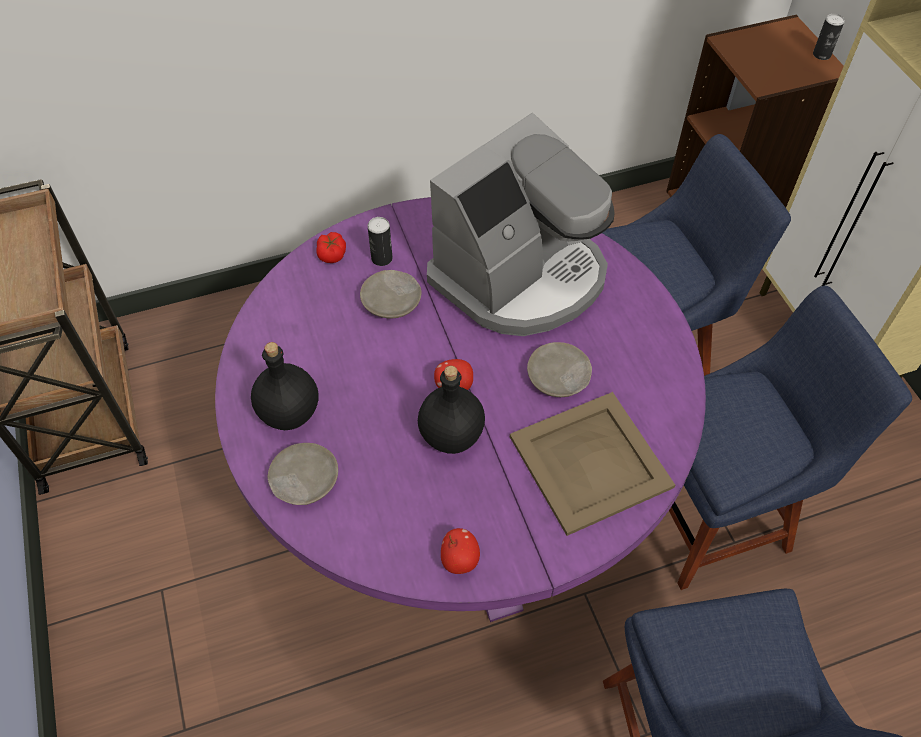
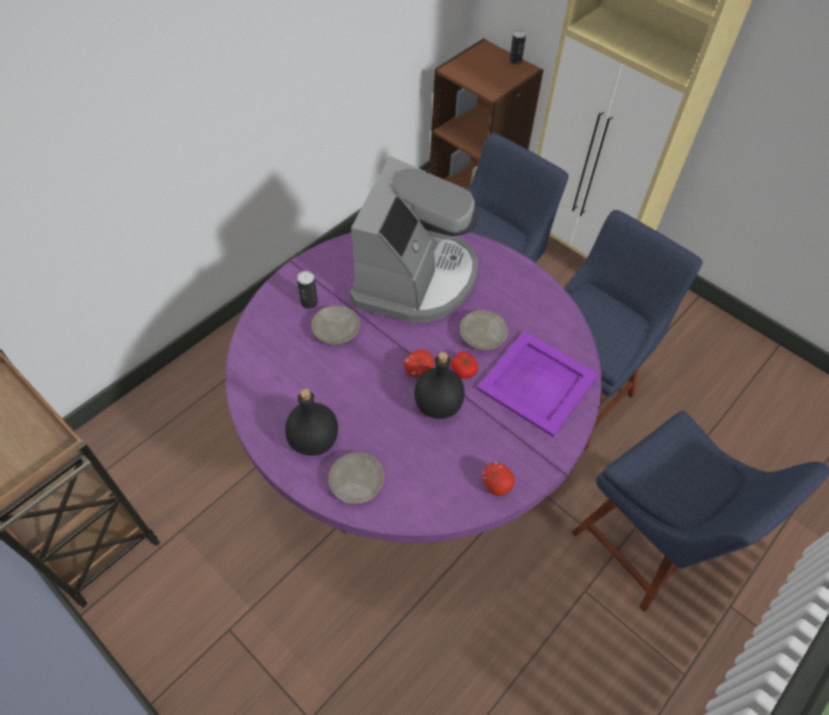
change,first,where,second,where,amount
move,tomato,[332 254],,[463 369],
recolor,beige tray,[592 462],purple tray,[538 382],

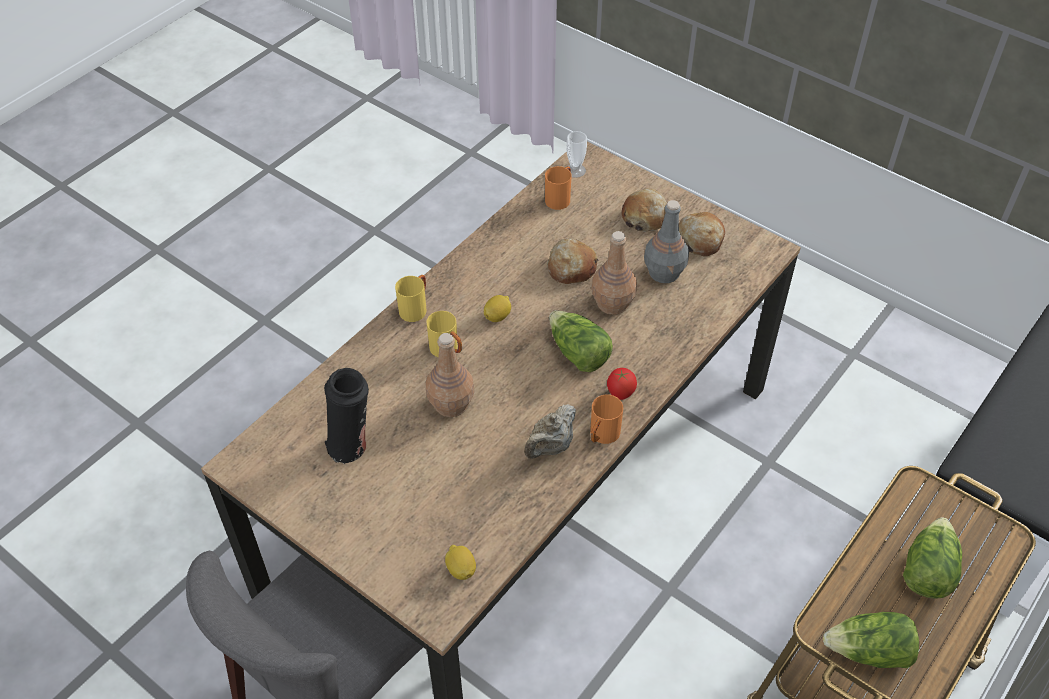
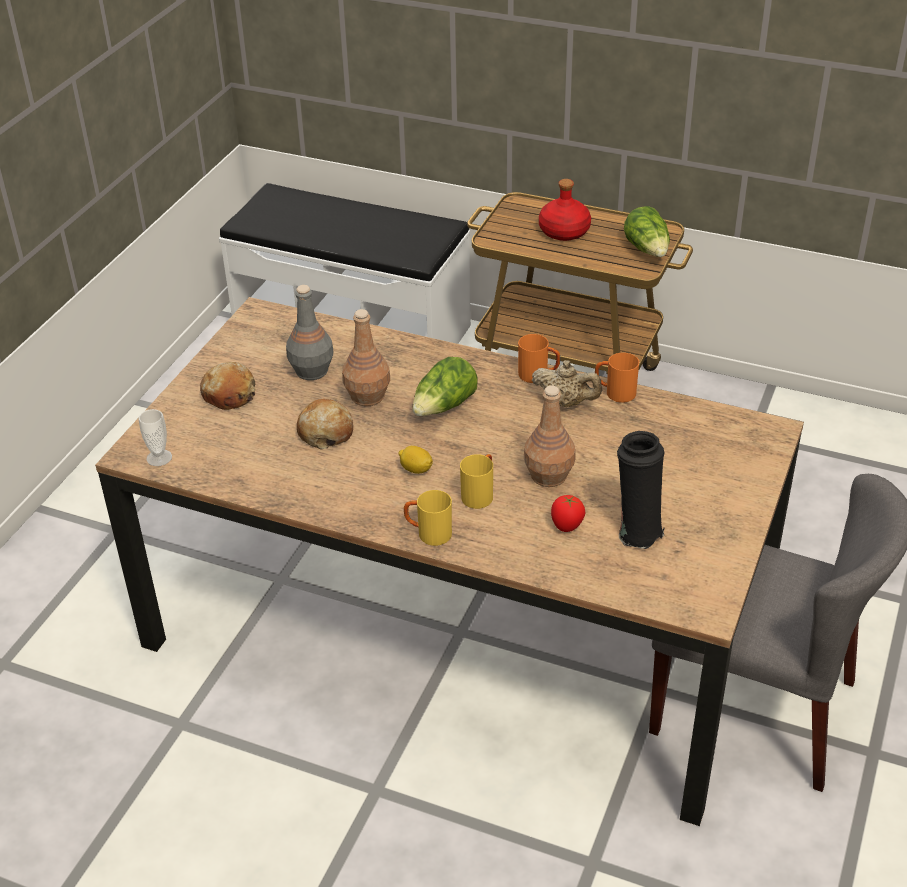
change,first,where,second,where,amount
delete,lemon,[461 569],,,
delete,bread,[700 240],,,
move,orange mug,[560 198],,[614 393],
move,tomato,[620 394],,[566 527],
replace,lettuce,[927 570],red bottle,[564 232],

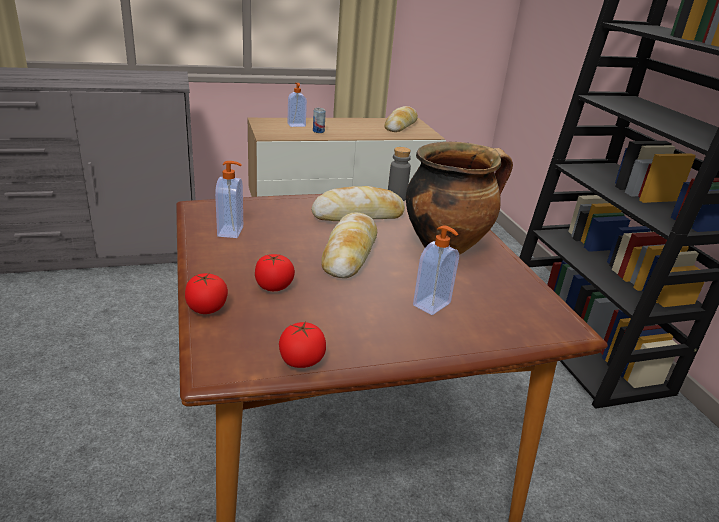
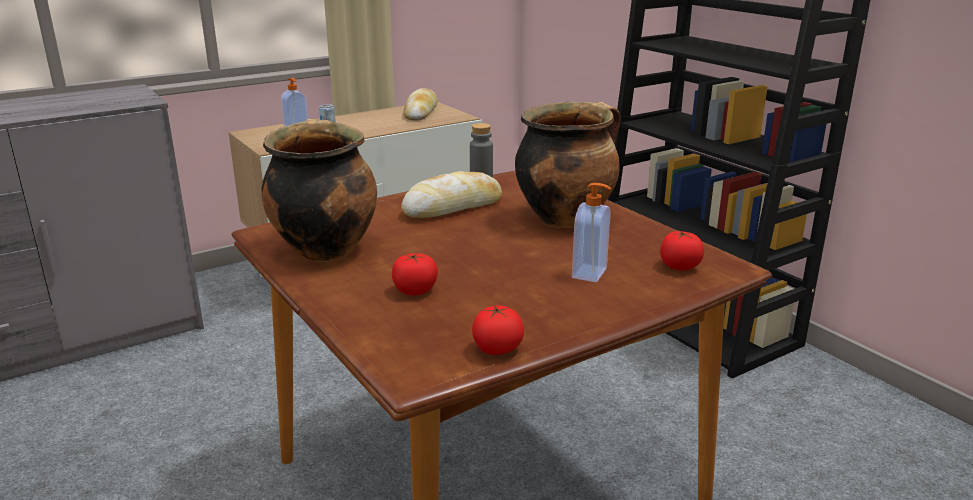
change,first,where,second,where,amount
delete,bread,[349 253],,,
move,tomato,[207 308],,[679 266],
replace,soap dispenser,[231 231],cooking pot,[324 249],

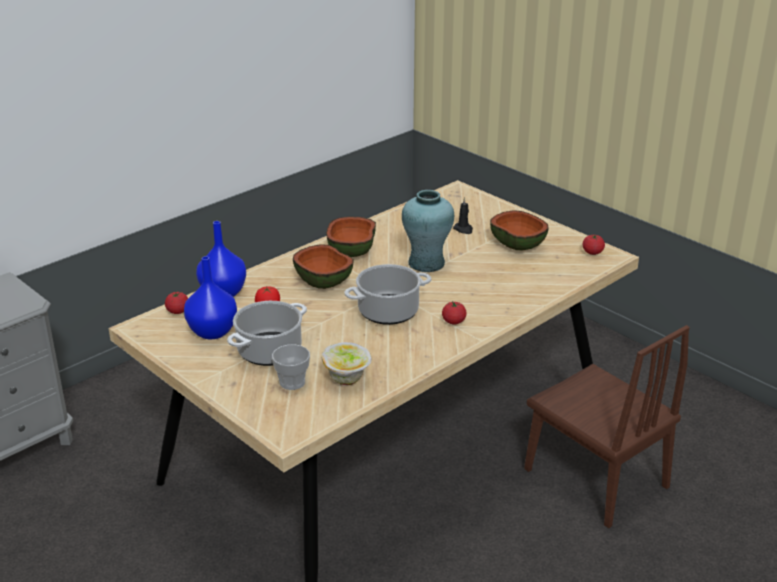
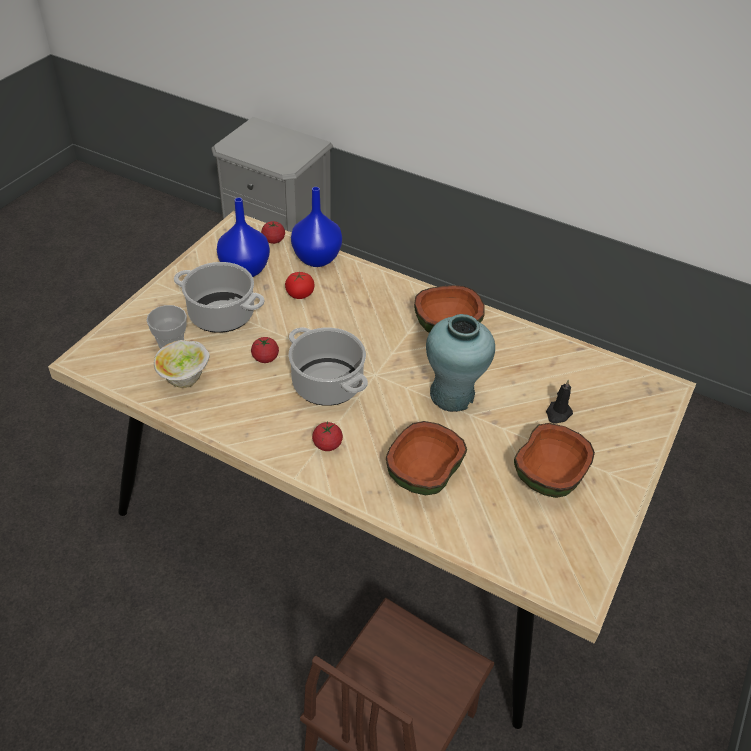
change,first,where,second,where,amount
move,bowl,[324 281],,[423 475],
move,tomato,[592 252],,[265 358],

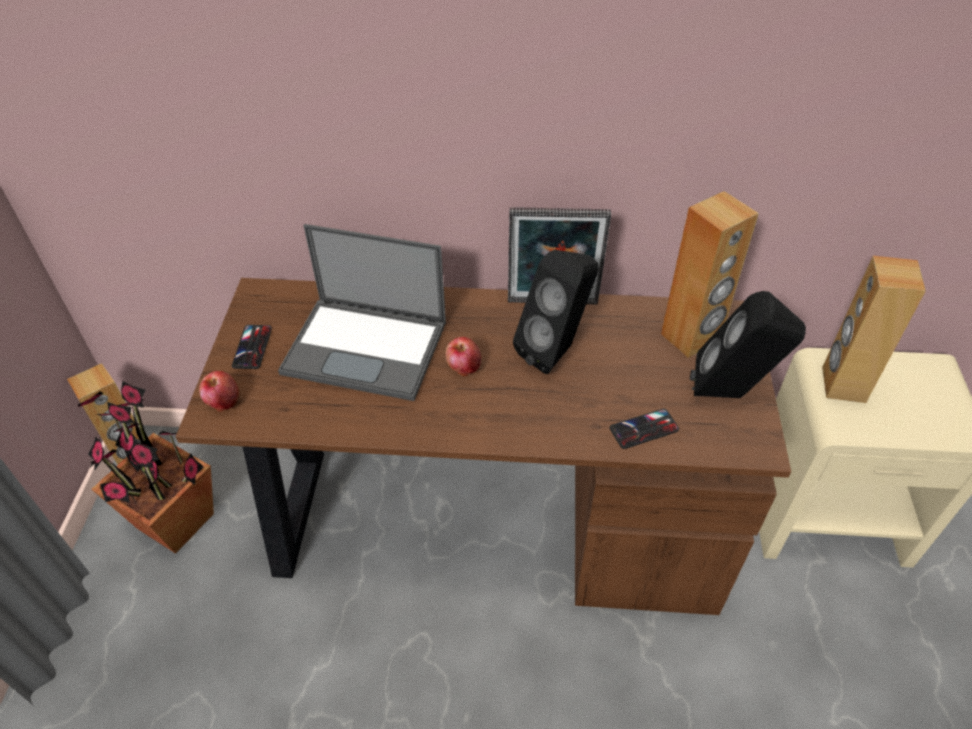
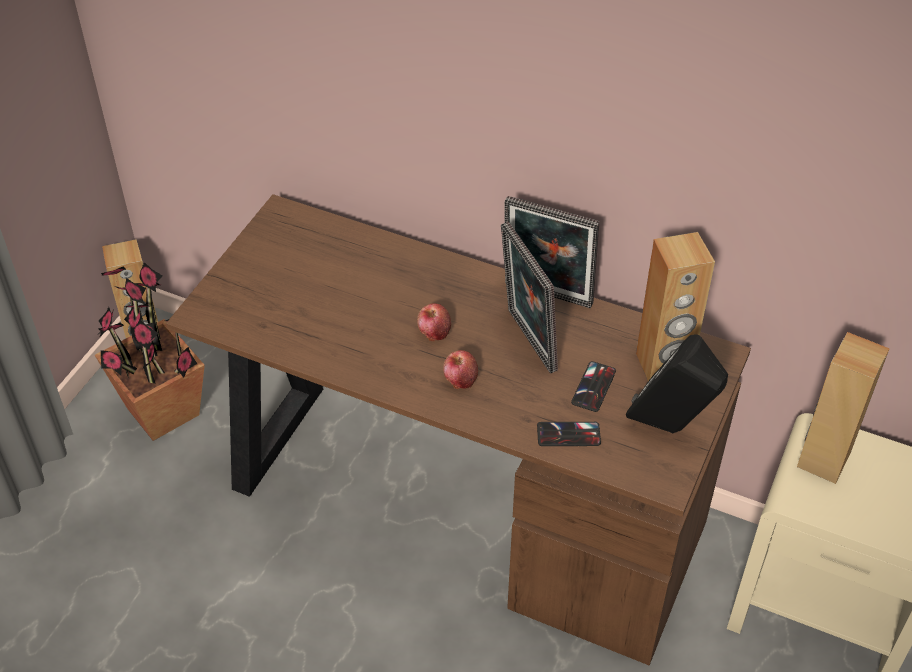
change,first,where,second,where,amount
delete,laptop,[367 347],,,
move,apple,[223 401],,[460 379],
move,phone,[252 347],,[593 387],
replace,black speaker,[556 351],picture frame,[526 342],

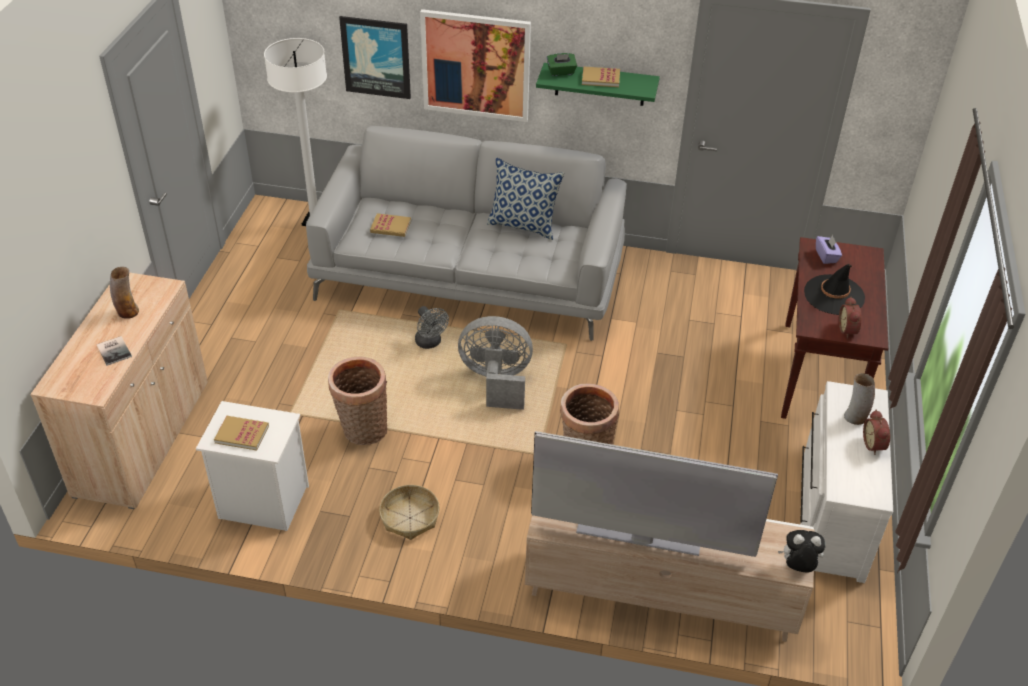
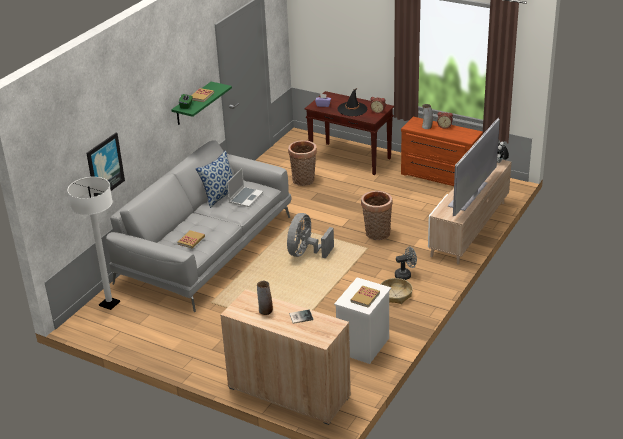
change,first,where,second,where,amount
delete,picture,[476 65],,,
insert,,,laptop,[245 197],
move,basket,[362 431],,[303 181],
move,grey fan,[430 343],,[405 275],
recolor,white dresser,[829 515],brown dresser,[439 177],

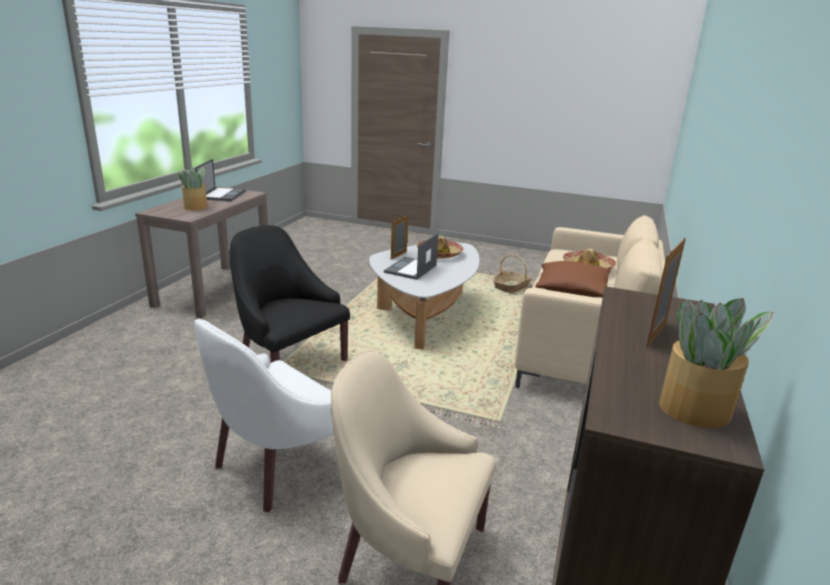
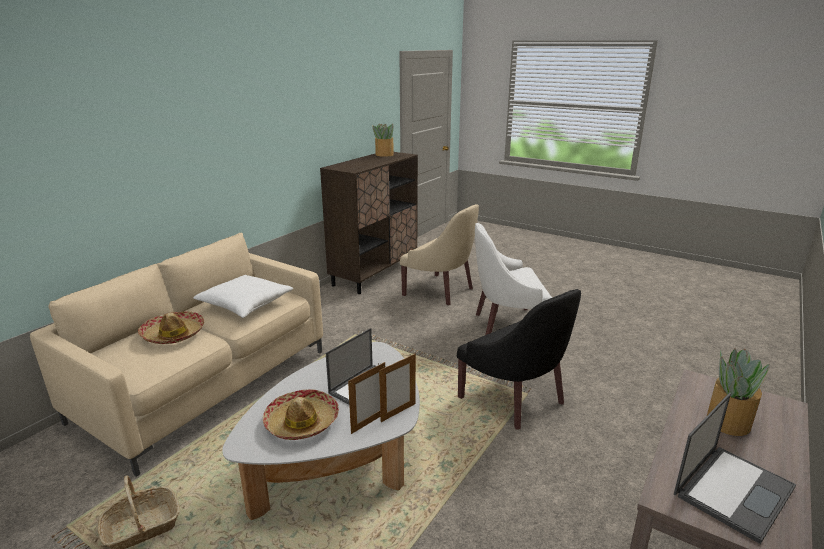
change,first,where,second,where,amount
move,picture frame,[656 335],,[398 412],
recolor,brown pillow,[572 291],white pillow,[245 305],
rotate,white armchair,[277 466],,[506 325],150 degrees counterclockwise
rotate,laptop,[222 195],,[734 490],150 degrees counterclockwise

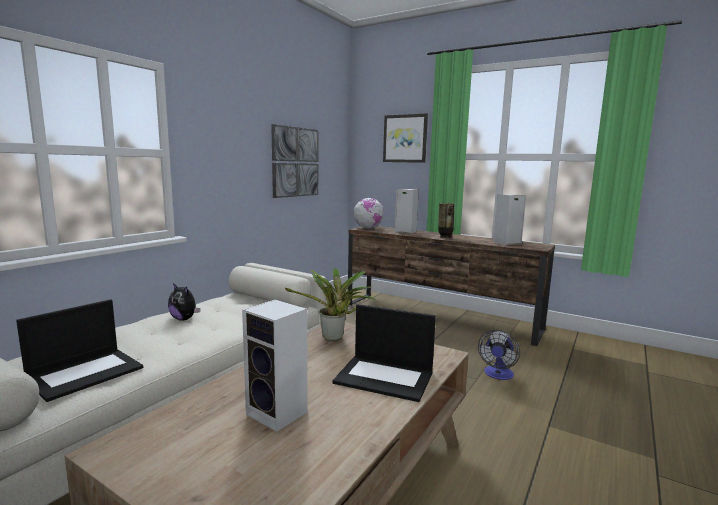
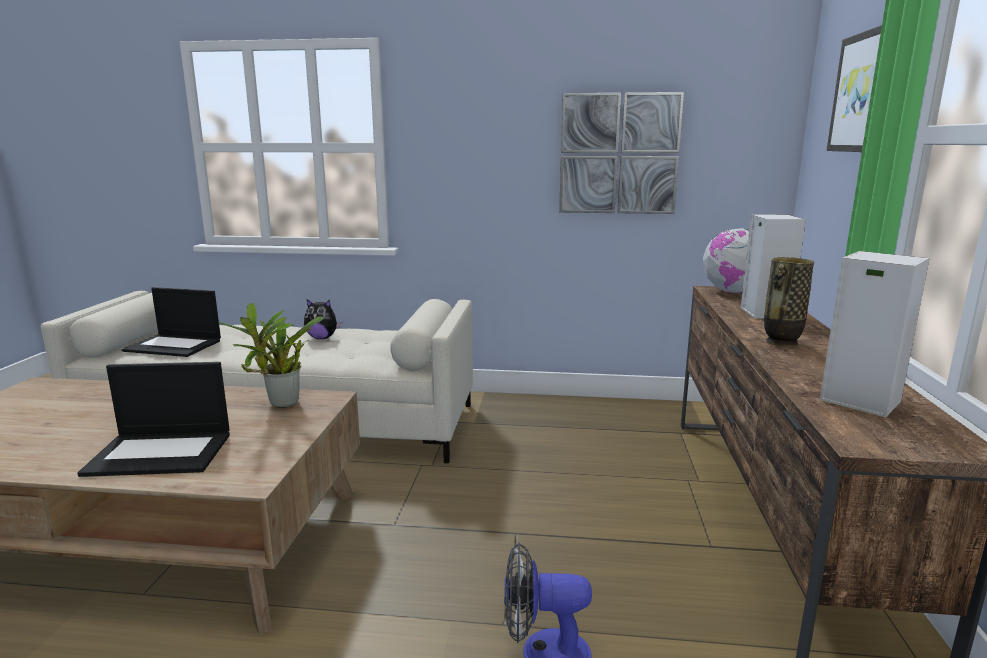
change,first,where,second,where,amount
delete,speaker,[279 413],,,
rotate,plush toy,[184 319],,[322 338],90 degrees counterclockwise
rotate,laptop,[385 377],,[162 453],90 degrees counterclockwise

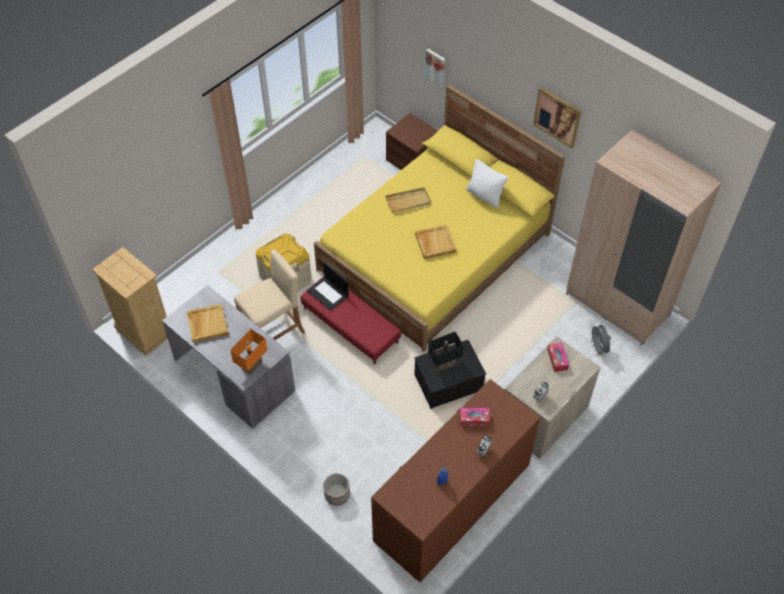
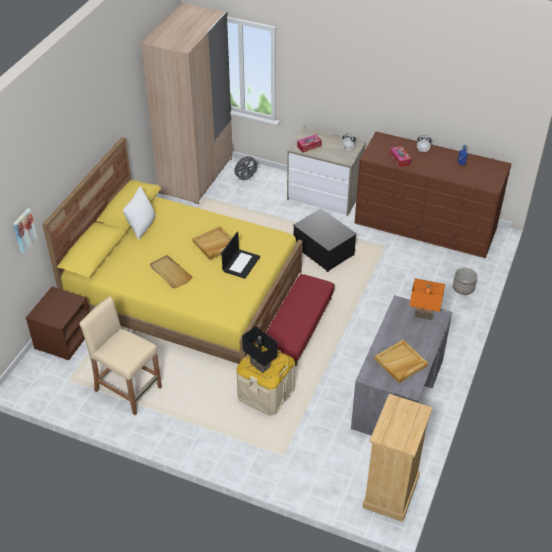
change,first,where,second,where,amount
delete,picture,[557 117],,,
move,beige stool,[273 332],,[128 389],
move,laptop,[328 293],,[241 263],
move,black table lamp,[444 363],,[259 365],

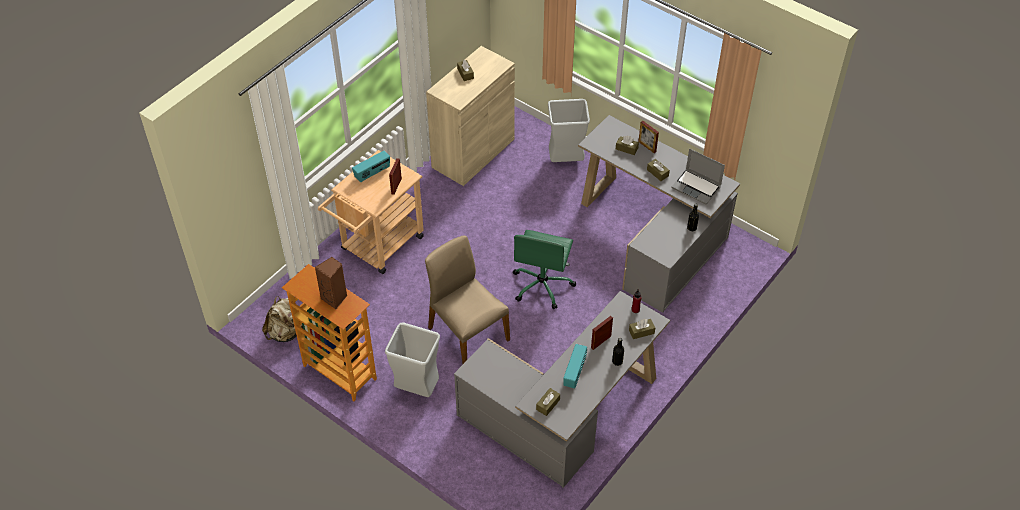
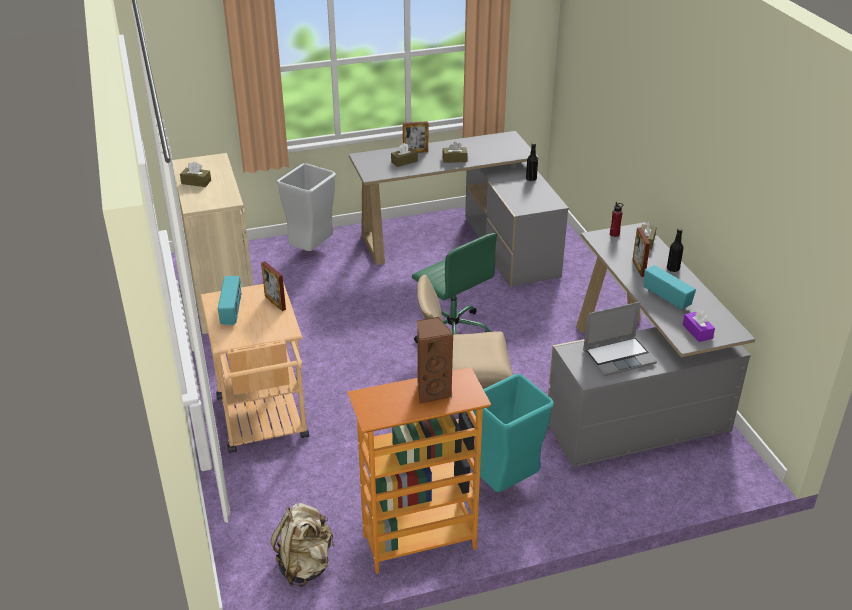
change,first,where,second,where,amount
move,laptop,[697 187],,[619 356],
recolor,grey trash can,[416 389],turquoise trash can,[506 484],
recolor,brown tissue box,[548 404],purple tissue box,[697 331],

